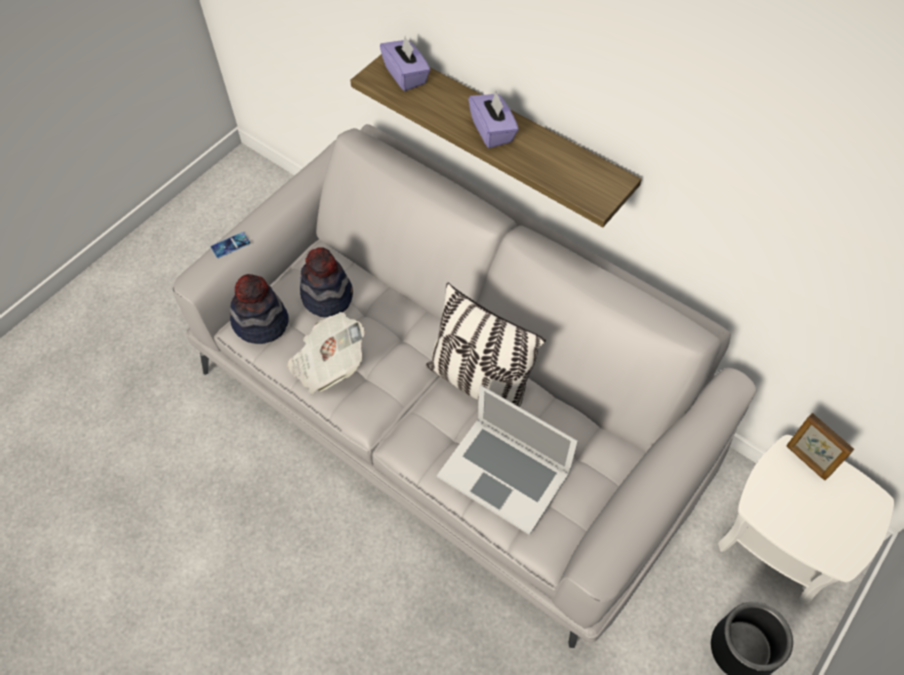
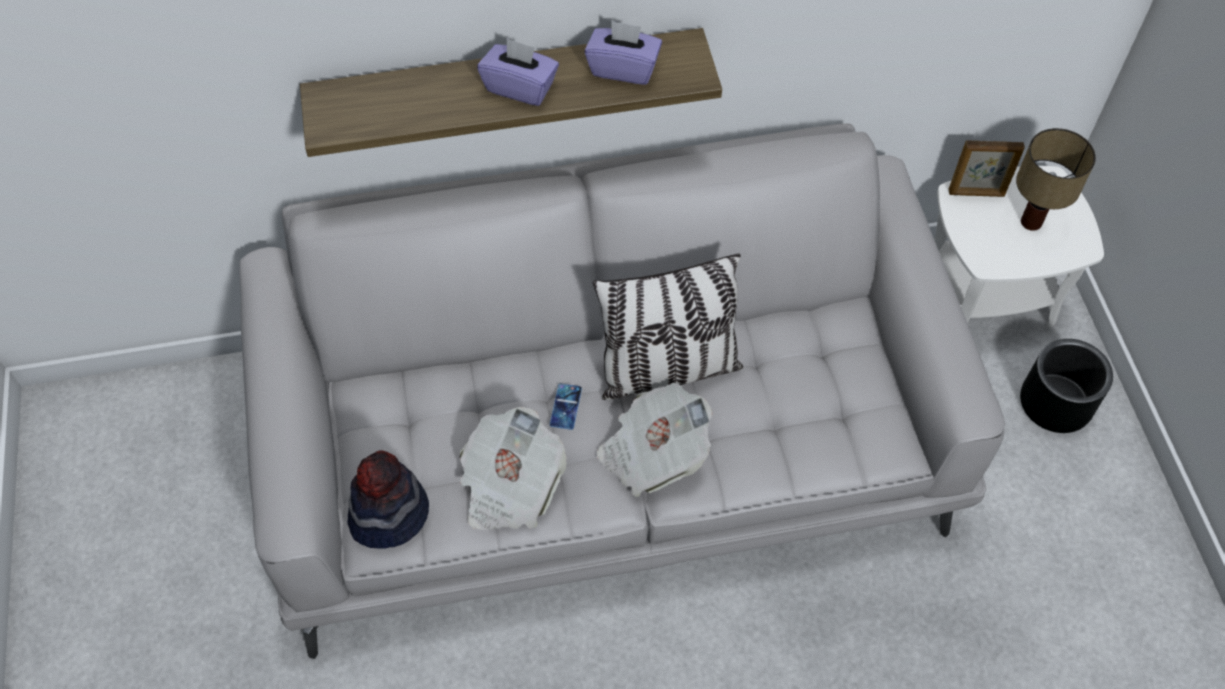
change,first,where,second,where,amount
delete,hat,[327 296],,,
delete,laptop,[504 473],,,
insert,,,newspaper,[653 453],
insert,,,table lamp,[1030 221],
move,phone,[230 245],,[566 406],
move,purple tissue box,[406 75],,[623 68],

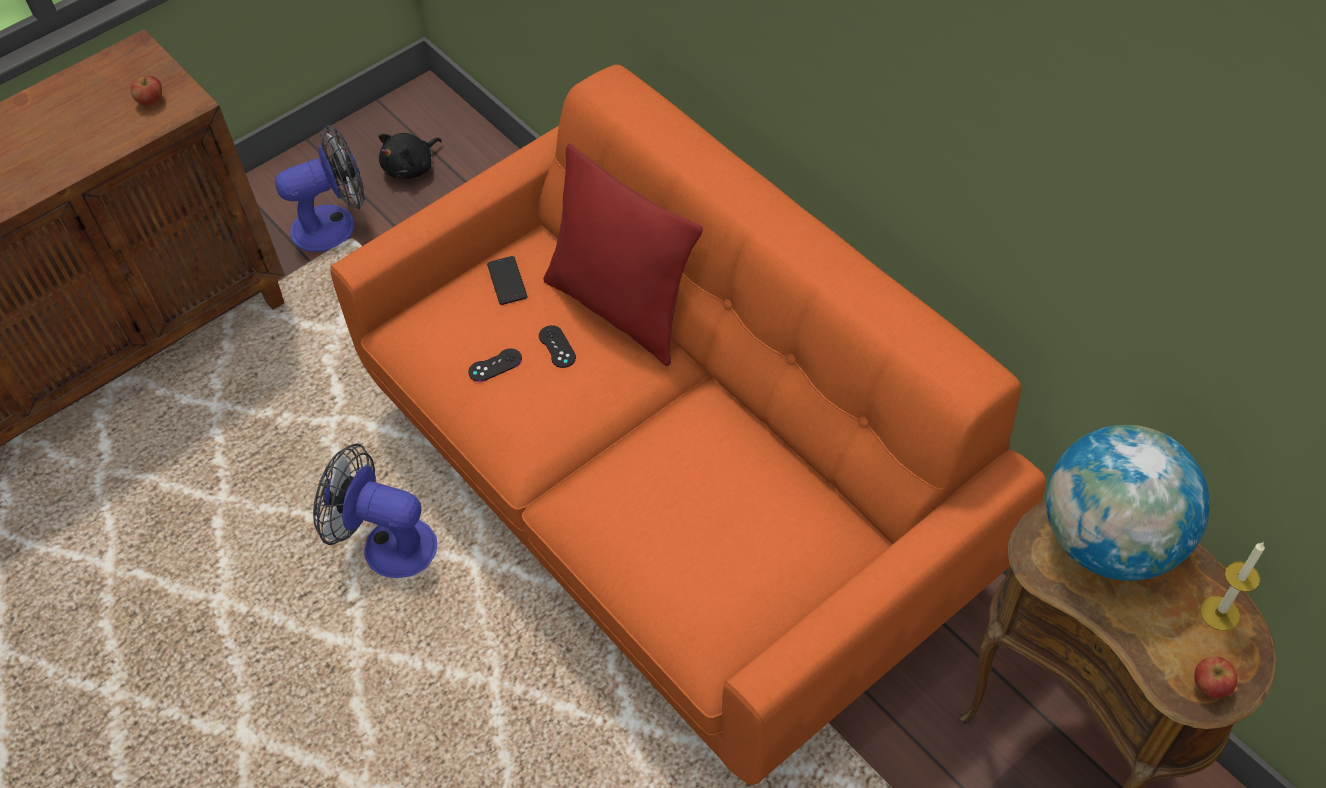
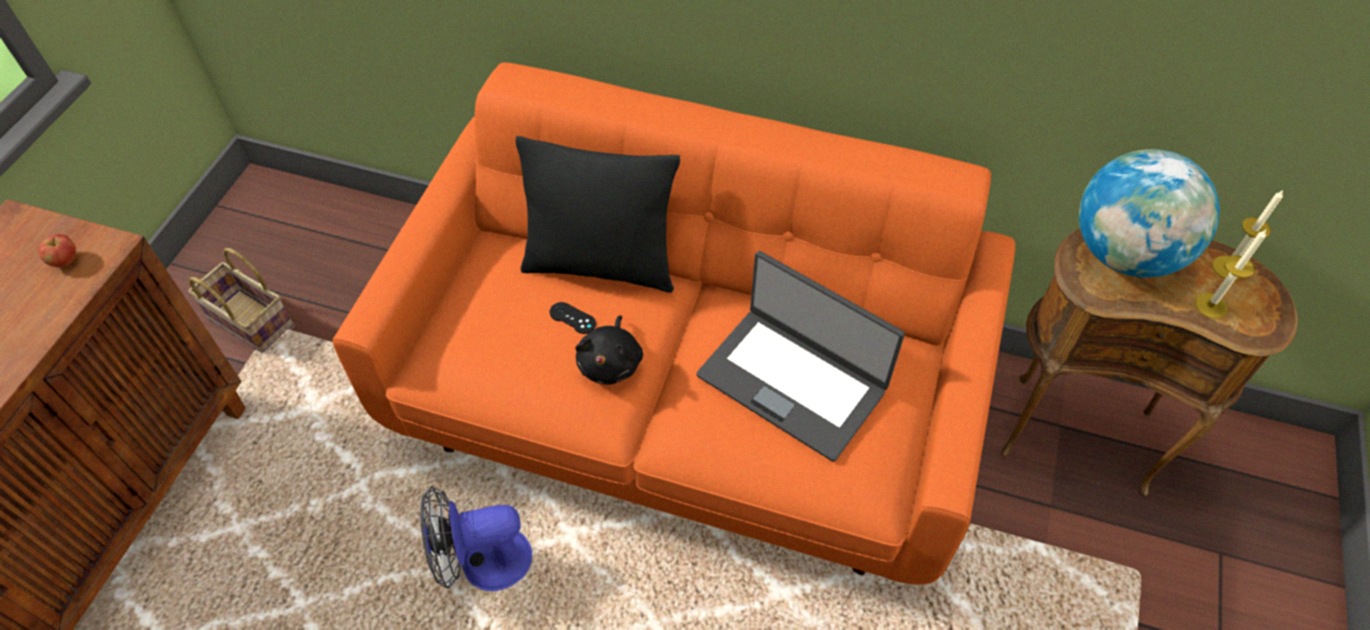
change,first,where,second,where,amount
delete,black game controller,[495 365],,,
delete,phone,[507 281],,,
delete,apple,[1210 685],,,
insert,,,laptop,[792 381],
insert,,,candle,[1211 305],
move,black plush toy,[411 167],,[611 362],
replace,fan,[335 224],basket,[248 322],
recolor,red pillow,[621 309],black pillow,[601 265],

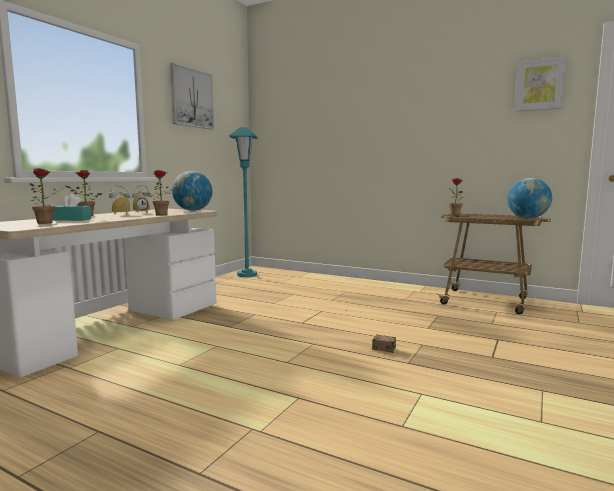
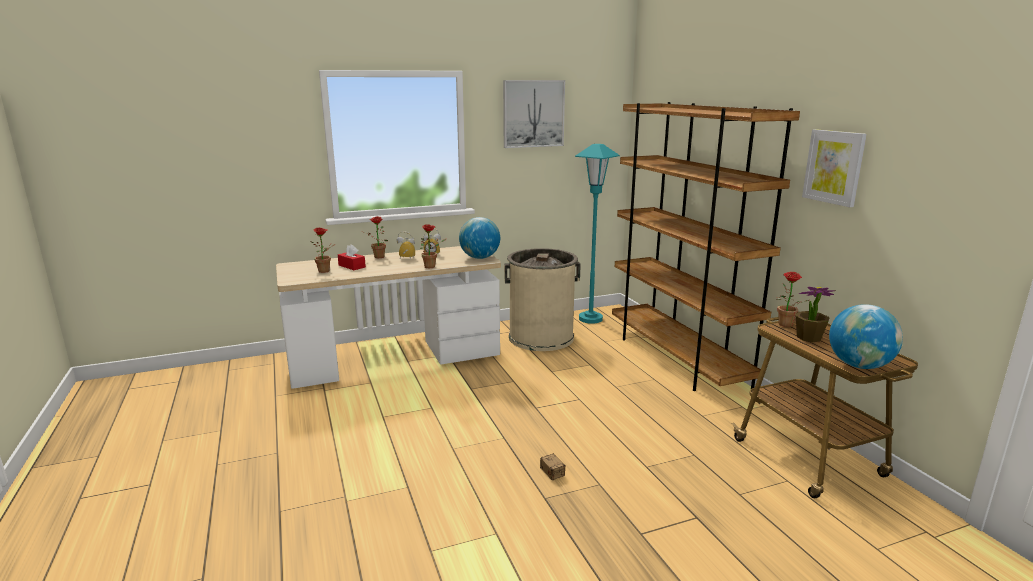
change,first,where,second,where,amount
insert,,,beige trash can,[541 337],
insert,,,brown bookcase,[677 359],
insert,,,potted plant,[808 337],
move,picture,[539 85],,[834 167],
recolor,turquoise tissue box,[72 219],red tissue box,[352 266],

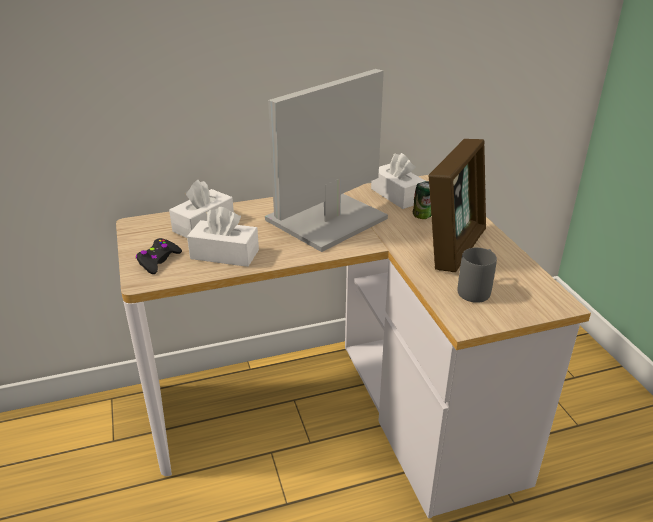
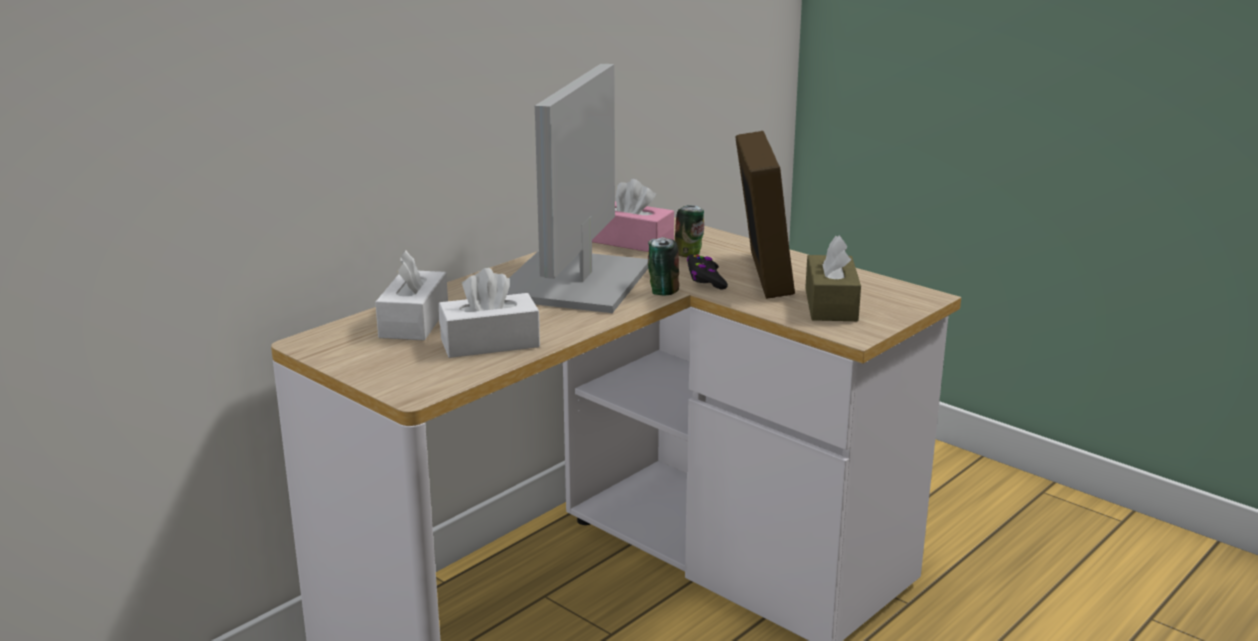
change,first,where,second,where,amount
insert,,,can,[662 291],
move,black game controller,[158 261],,[705 279],
replace,grey mug,[476 289],brown tissue box,[831 304],
recolor,white tissue box,[397 195],pink tissue box,[631 241],

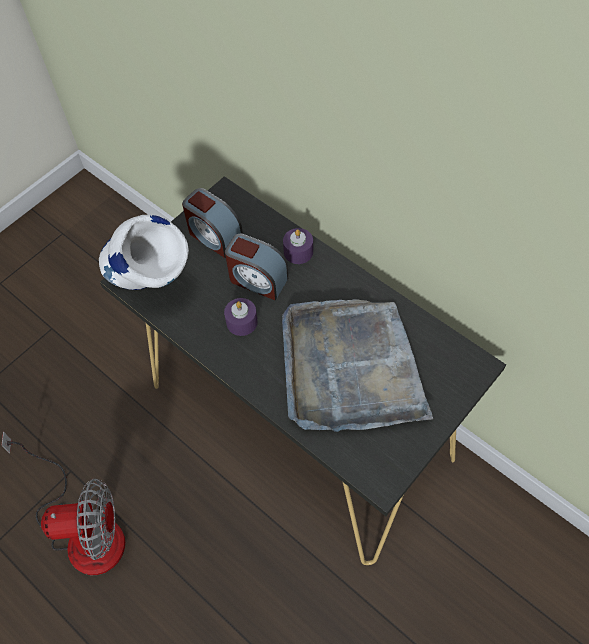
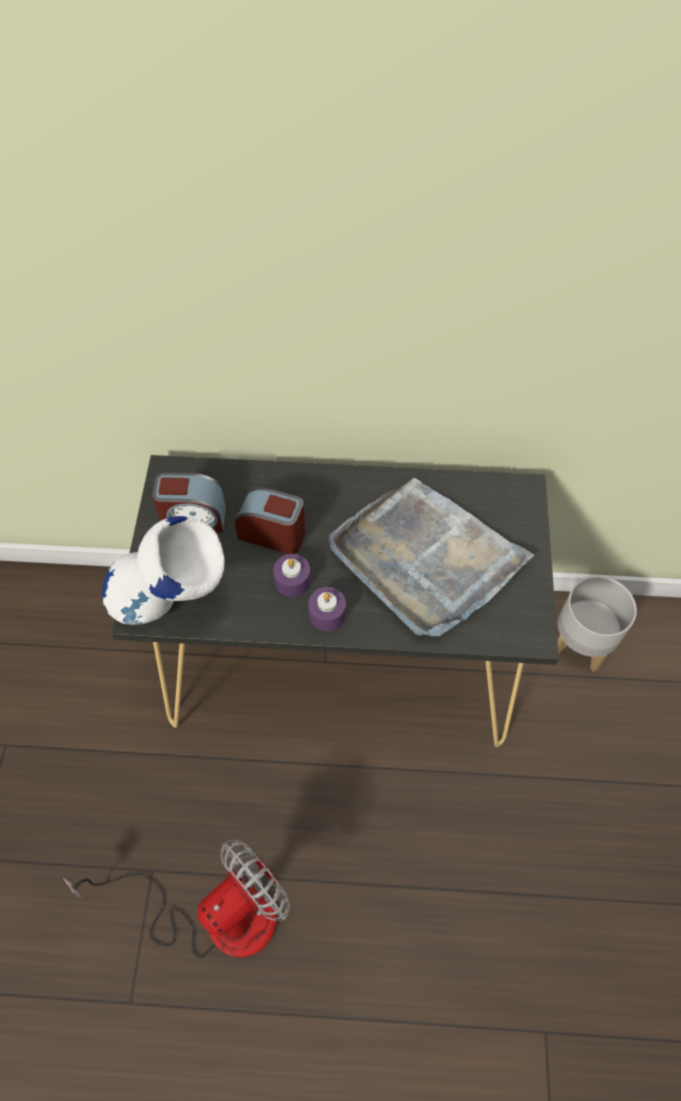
change,first,where,second,where,amount
insert,,,grey planter,[581 644],
move,purple candle,[298 252],,[327 614],
rotate,alarm clock,[257 280],,[273 533],150 degrees counterclockwise

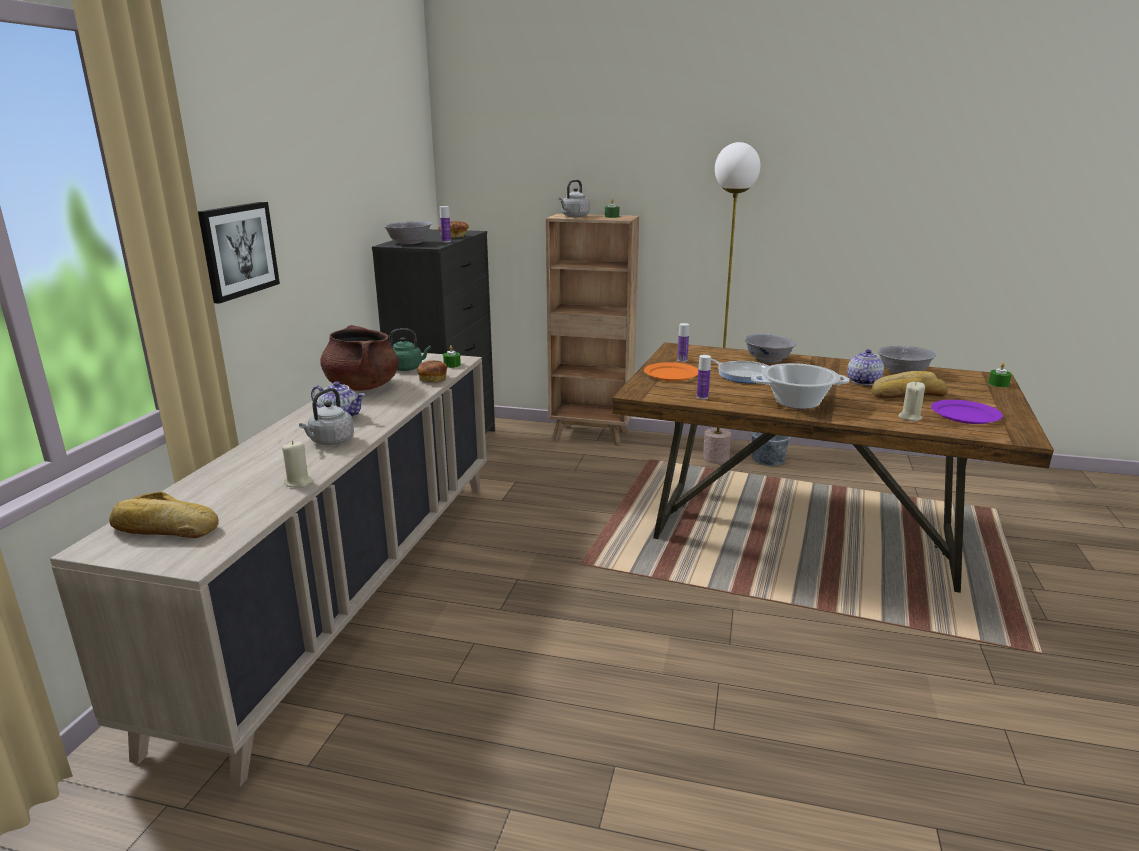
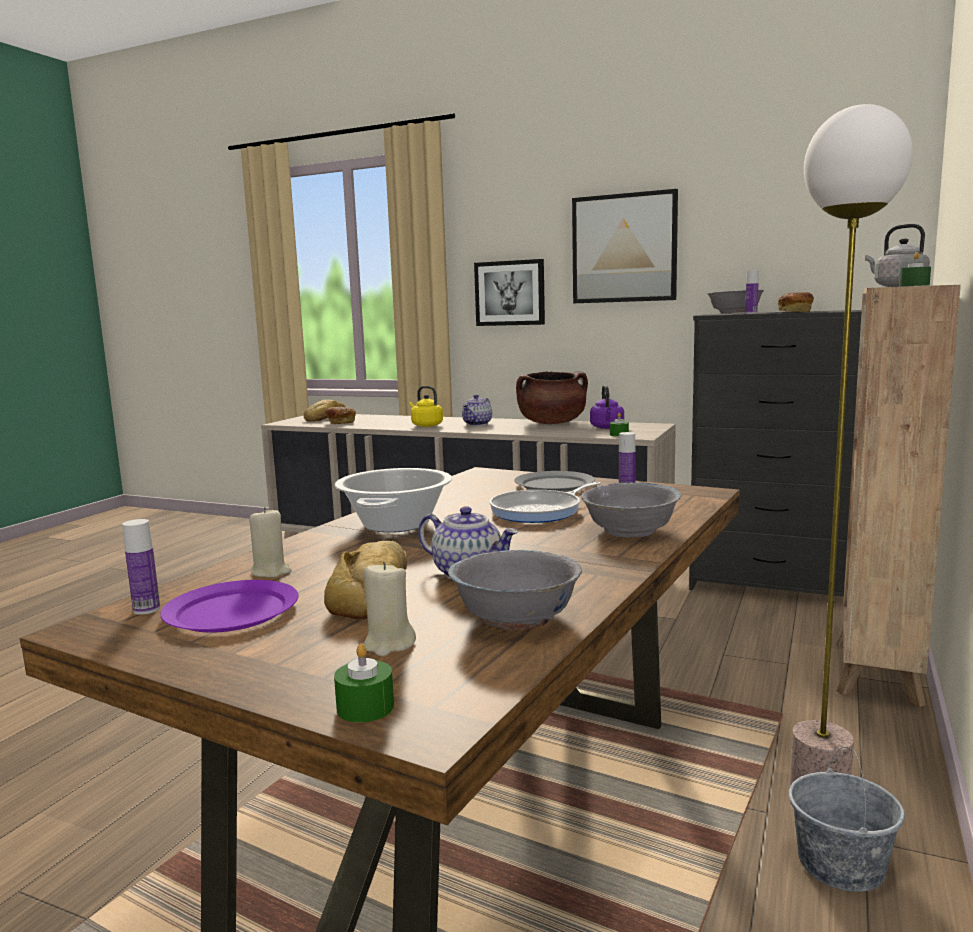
change,first,where,second,where,amount
insert,,,picture,[624 248],
move,beige candle,[299 482],,[388 644],
move,bread,[432 379],,[340 422],
move,bottle,[702 397],,[146 609],
recolor,grey kettle,[330 442],yellow kettle,[426 425],
recolor,green kettle,[407 368],purple kettle,[607 427],
recolor,orange plate,[671 374],grey plate,[553 485],

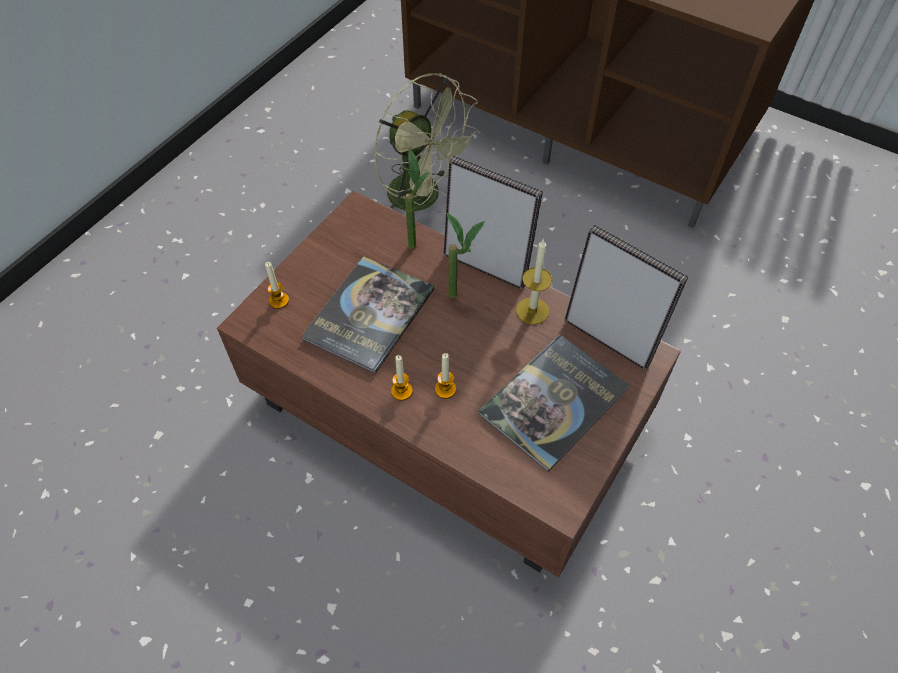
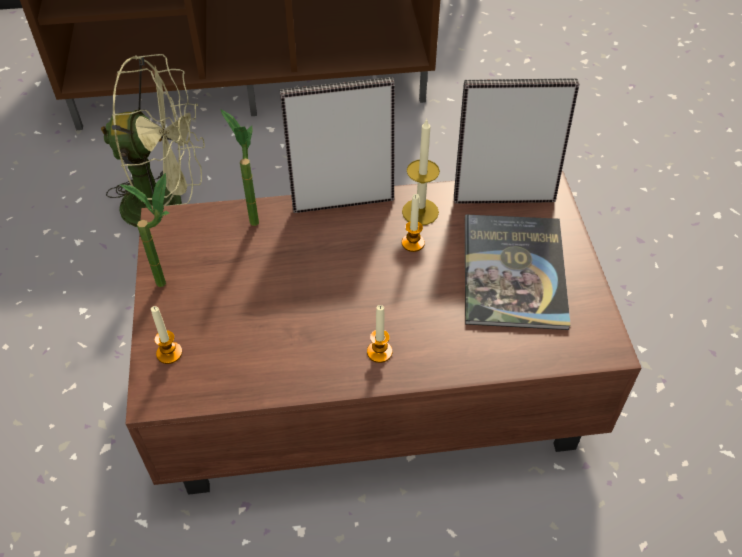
change,first,where,second,where,amount
delete,book,[369 314],,,
move,candle,[445 389],,[413 243],
move,potted plant,[461 296],,[171 279],

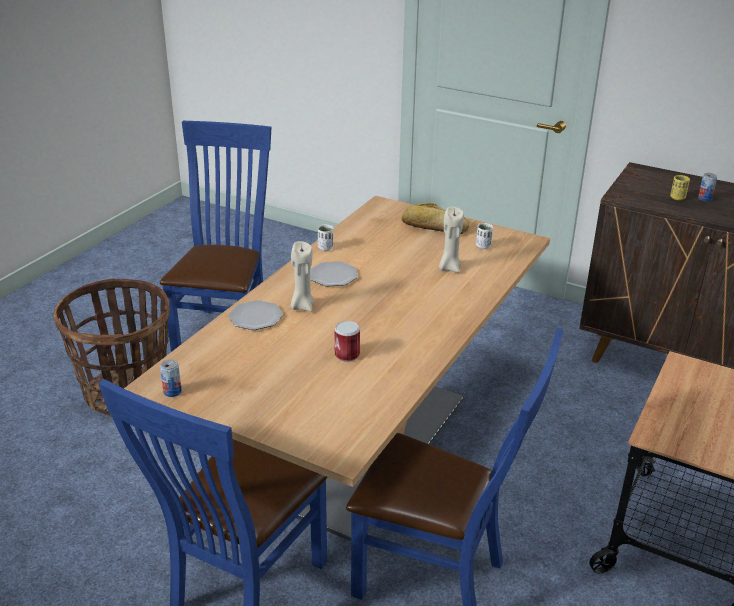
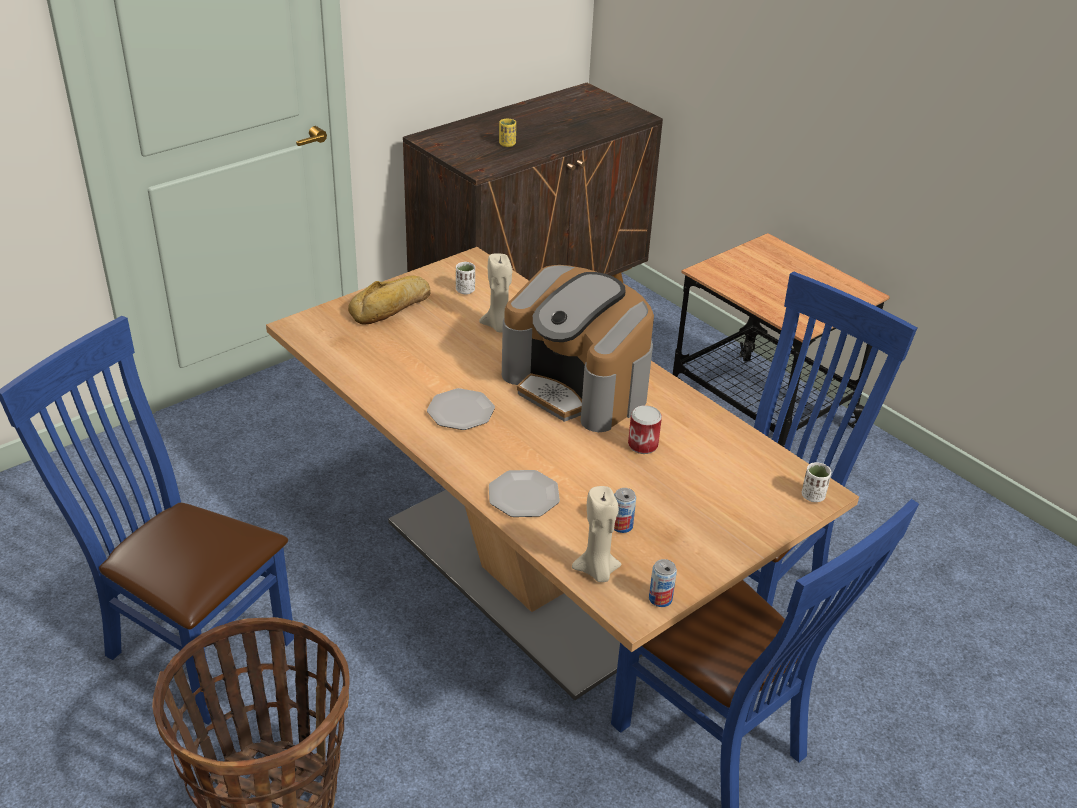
change,first,where,second,where,amount
insert,,,coffee machine,[578 386],
move,beige candle,[302 306],,[597 571],
move,white cup,[325 248],,[813 496],
move,can,[704 198],,[621 526],

